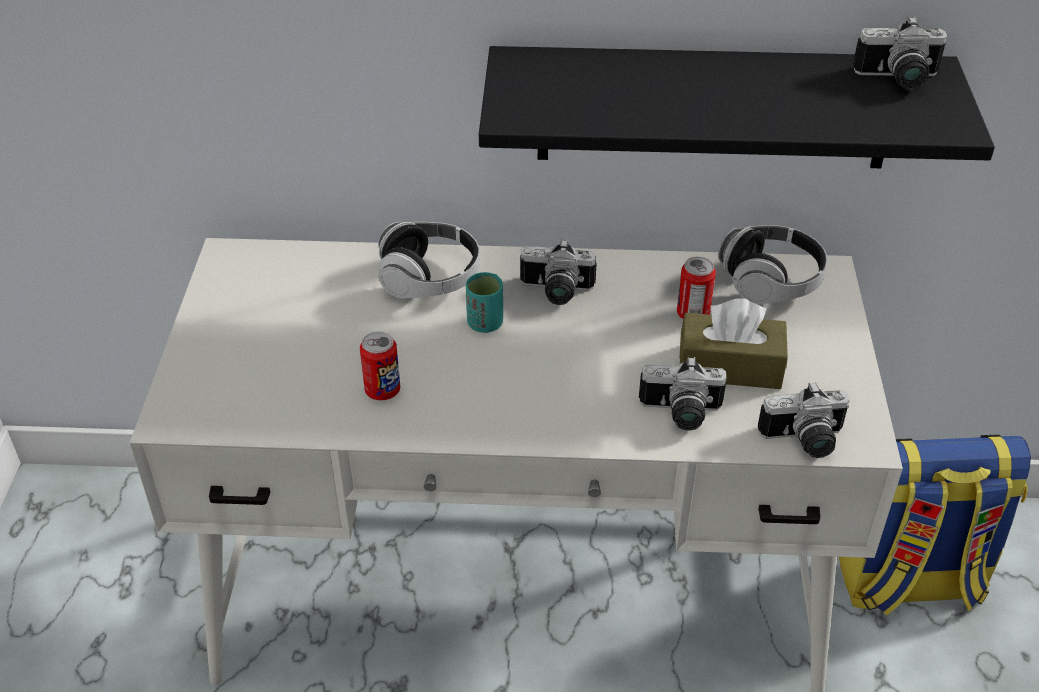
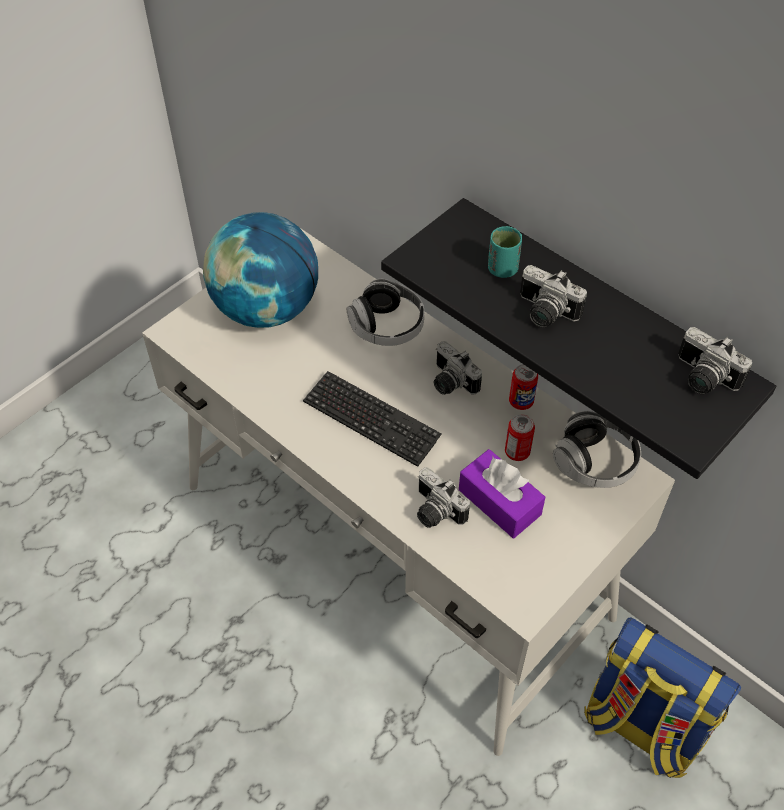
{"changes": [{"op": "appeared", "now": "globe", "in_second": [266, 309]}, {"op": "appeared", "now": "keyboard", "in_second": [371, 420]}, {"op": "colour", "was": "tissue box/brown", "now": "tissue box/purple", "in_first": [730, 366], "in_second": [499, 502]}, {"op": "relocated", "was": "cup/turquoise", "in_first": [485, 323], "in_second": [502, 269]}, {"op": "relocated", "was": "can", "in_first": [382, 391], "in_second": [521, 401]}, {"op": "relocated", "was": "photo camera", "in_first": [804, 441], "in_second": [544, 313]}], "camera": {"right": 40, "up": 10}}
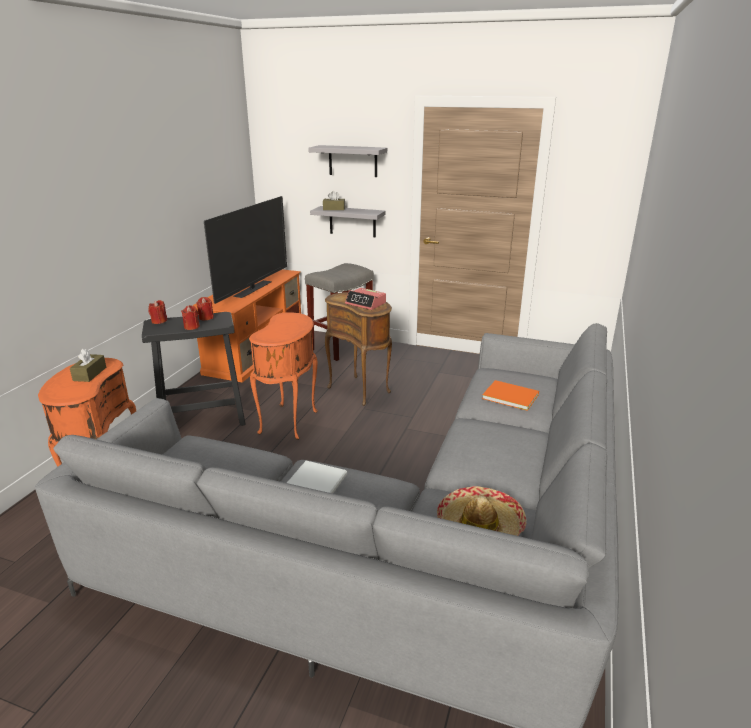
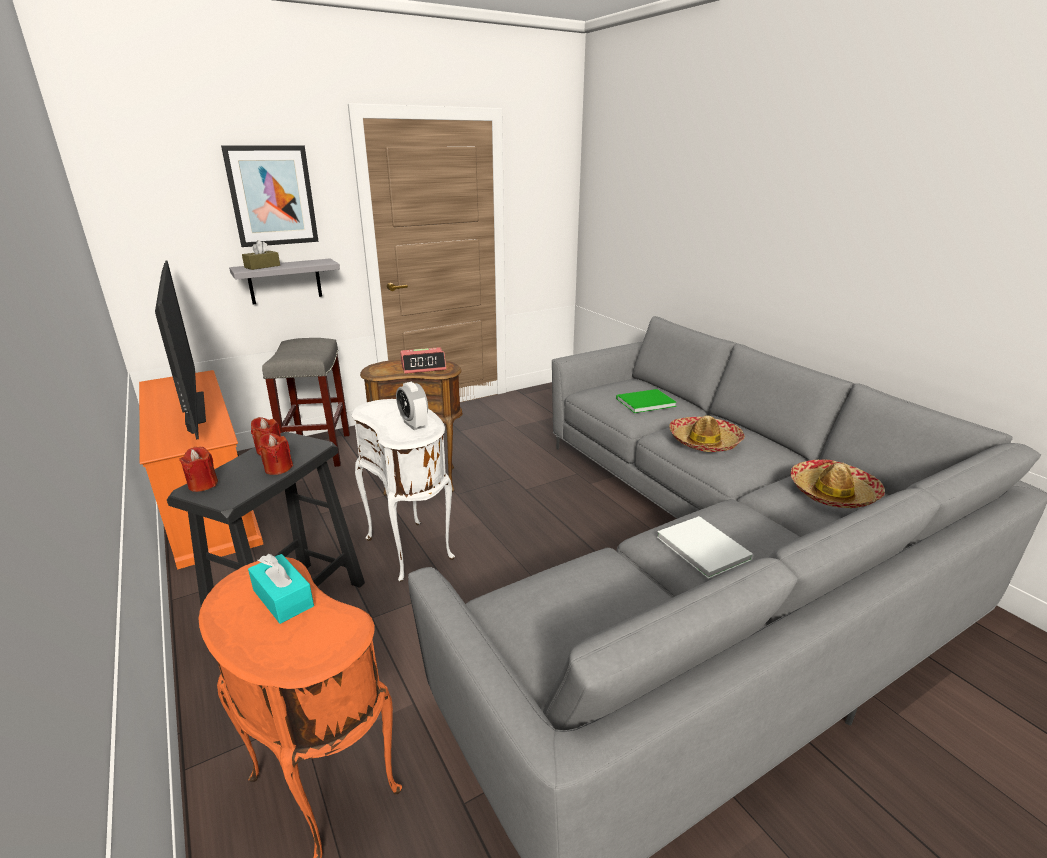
{"changes": [{"op": "exchanged", "was": "shelf/grey", "now": "picture", "in_first": [353, 161], "in_second": [272, 196]}, {"op": "colour", "was": "tissue box/brown", "now": "tissue box/turquoise", "in_first": [90, 374], "in_second": [283, 598]}, {"op": "colour", "was": "side table/orange", "now": "side table/white", "in_first": [291, 422], "in_second": [412, 548]}, {"op": "appeared", "now": "alarm clock", "in_second": [414, 424]}, {"op": "colour", "was": "book/orange", "now": "book/green", "in_first": [509, 395], "in_second": [643, 402]}, {"op": "appeared", "now": "hat", "in_second": [704, 442]}], "camera": {"right": -50, "up": 0}}
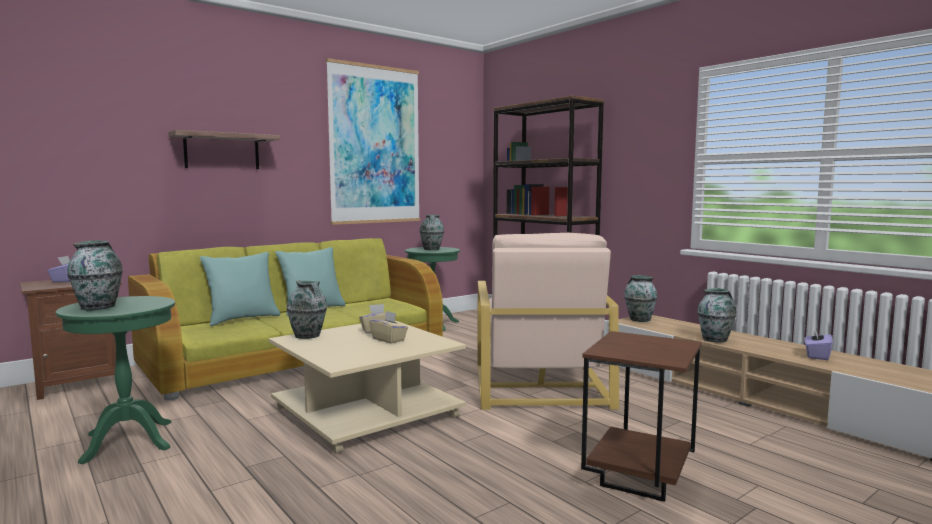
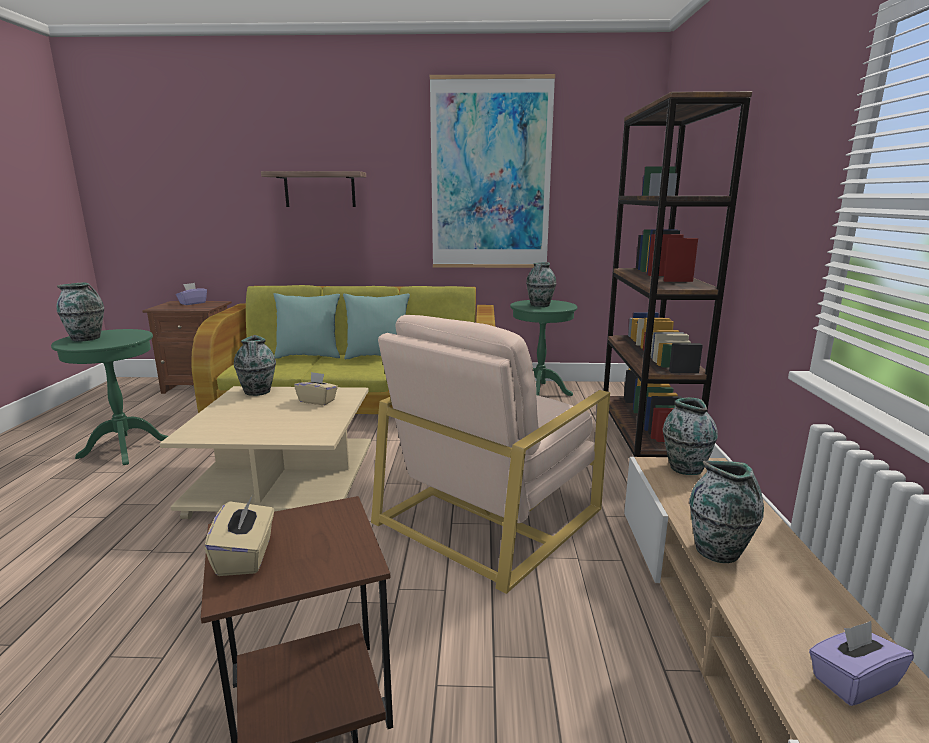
{"changes": [{"op": "relocated", "was": "tissue box/beige", "in_first": [389, 339], "in_second": [246, 556]}], "camera": {"right": 40, "up": 10}}
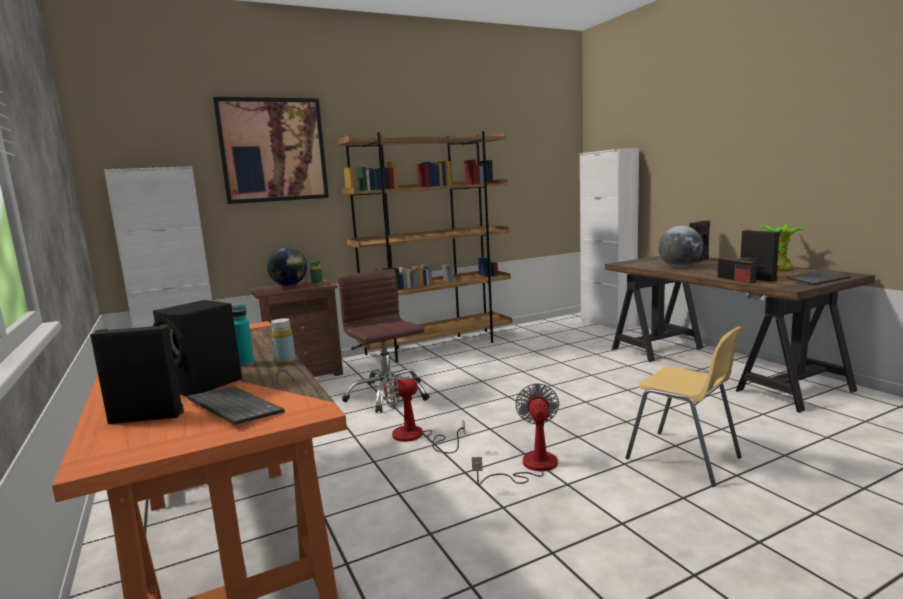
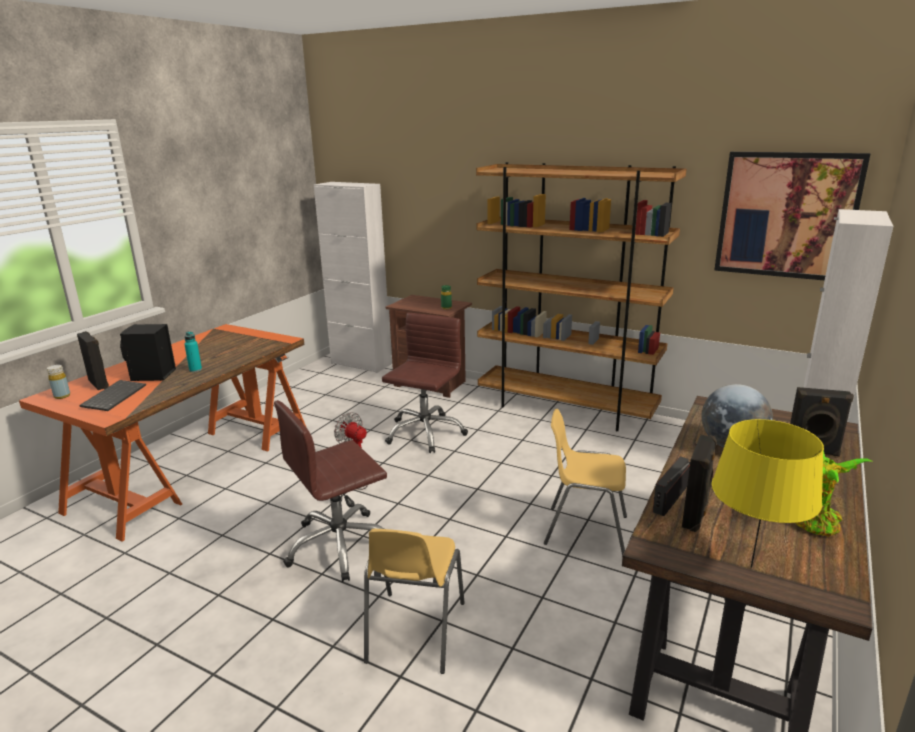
{"changes": [{"op": "relocated", "was": "bottle/yellow", "in_first": [285, 362], "in_second": [62, 396]}, {"op": "exchanged", "was": "fan", "now": "office chair/brown", "in_first": [529, 467], "in_second": [340, 546]}, {"op": "appeared", "now": "chair/yellow", "in_second": [585, 530]}, {"op": "exchanged", "was": "keyboard", "now": "table lamp/yellow", "in_first": [817, 279], "in_second": [751, 567]}, {"op": "relocated", "was": "picture", "in_first": [273, 150], "in_second": [786, 215]}, {"op": "missing", "was": "globe", "in_first": [289, 285]}], "camera": {"right": 55, "up": 10}}
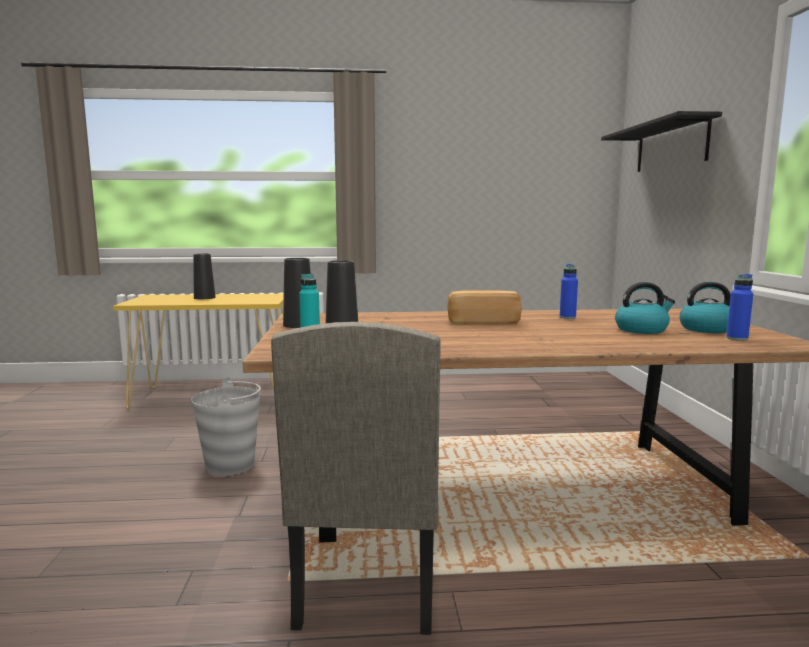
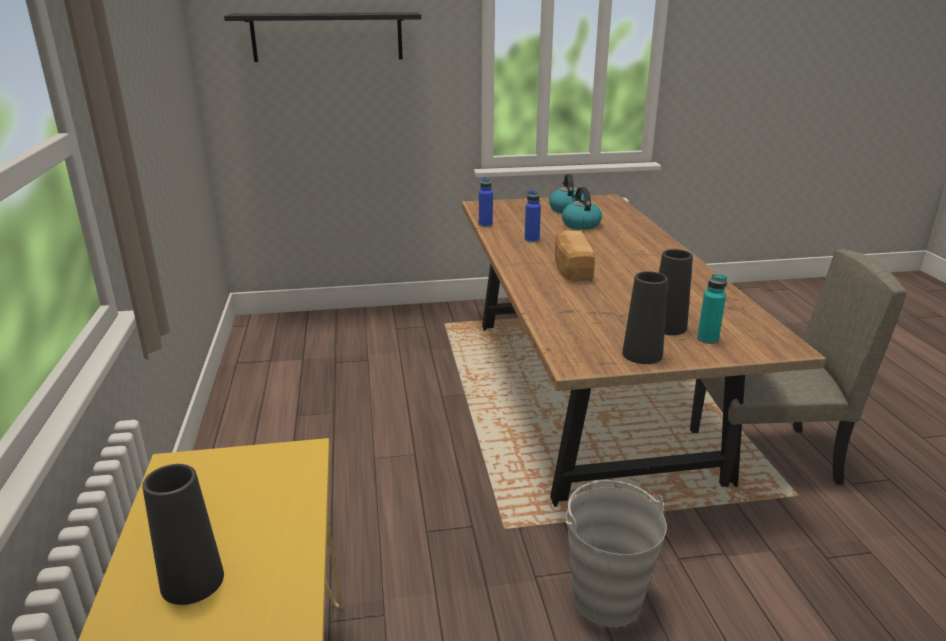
{"changes": [{"op": "relocated", "was": "bottle/blue", "in_first": [737, 338], "in_second": [485, 225]}], "camera": {"right": -95, "up": 15}}
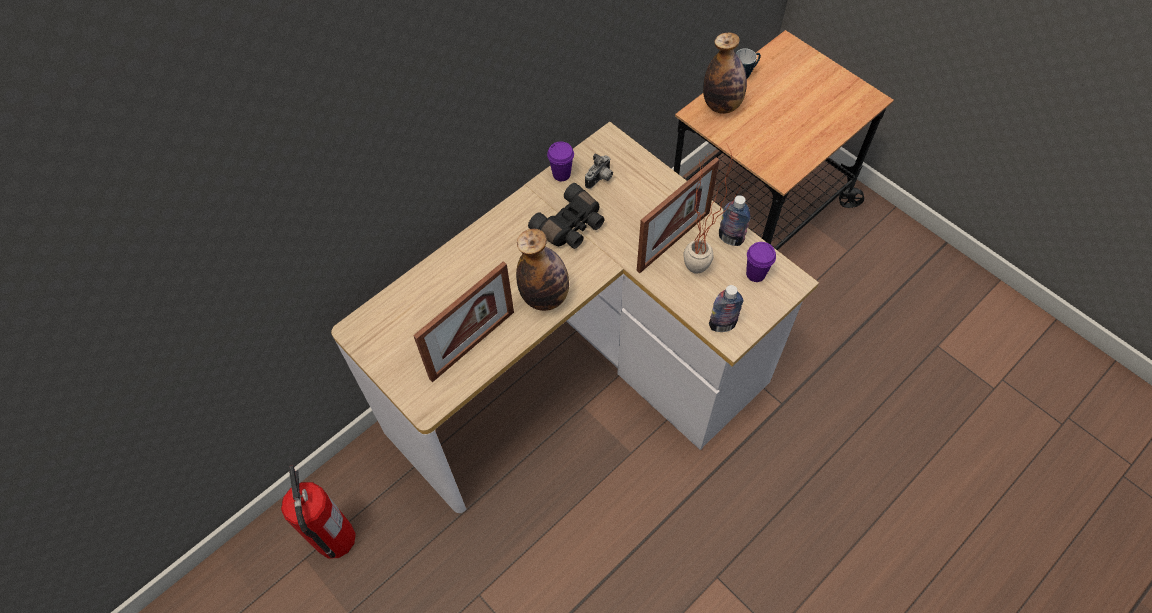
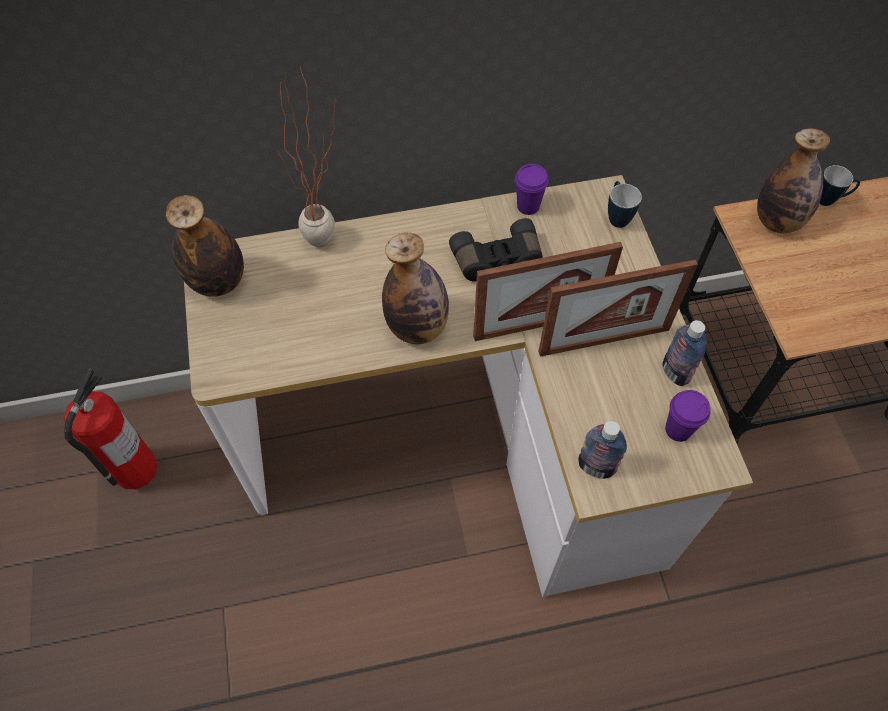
{"changes": [{"op": "appeared", "now": "bottle", "in_second": [218, 282]}, {"op": "relocated", "was": "potted plant", "in_first": [704, 266], "in_second": [330, 244]}, {"op": "relocated", "was": "picture frame", "in_first": [472, 345], "in_second": [538, 325]}, {"op": "appeared", "now": "mug", "in_second": [616, 216]}, {"op": "missing", "was": "photo camera", "in_first": [600, 179]}], "camera": {"right": 30, "up": 0}}
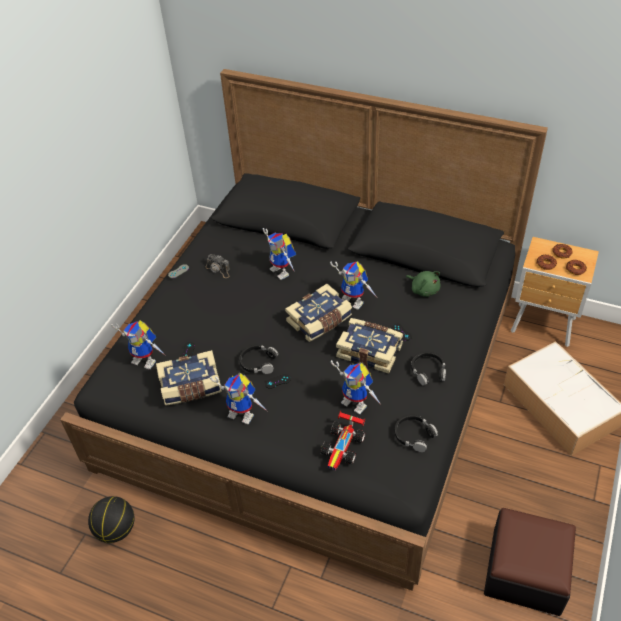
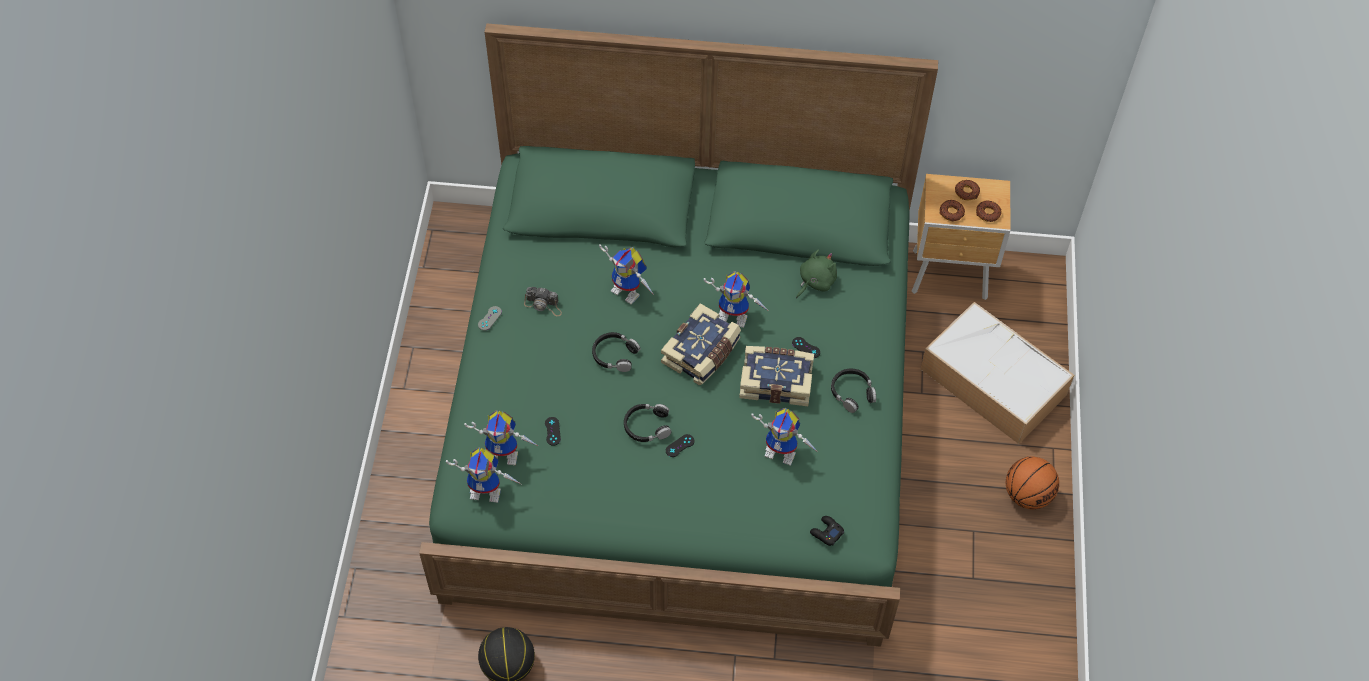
{"changes": [{"op": "colour", "was": "bed/black", "now": "bed/green", "in_first": [314, 378], "in_second": [683, 412]}, {"op": "relocated", "was": "toy robot", "in_first": [244, 413], "in_second": [488, 490]}, {"op": "relocated", "was": "headphones/black", "in_first": [414, 435], "in_second": [615, 355]}, {"op": "spun", "was": "plush toy/green", "in_first": [424, 289], "in_second": [815, 281], "clockwise": -75}, {"op": "appeared", "now": "game controller/black", "in_second": [826, 532]}, {"op": "appeared", "now": "basketball", "in_second": [1027, 495]}, {"op": "missing", "was": "book", "in_first": [191, 386]}, {"op": "missing", "was": "toy car", "in_first": [344, 446]}, {"op": "missing", "was": "ottoman", "in_first": [526, 571]}], "camera": {"right": -20, "up": 10}}
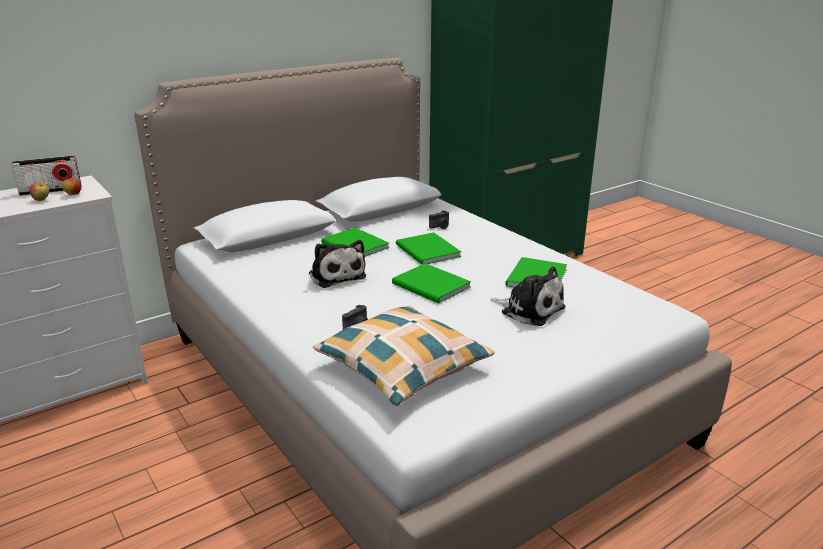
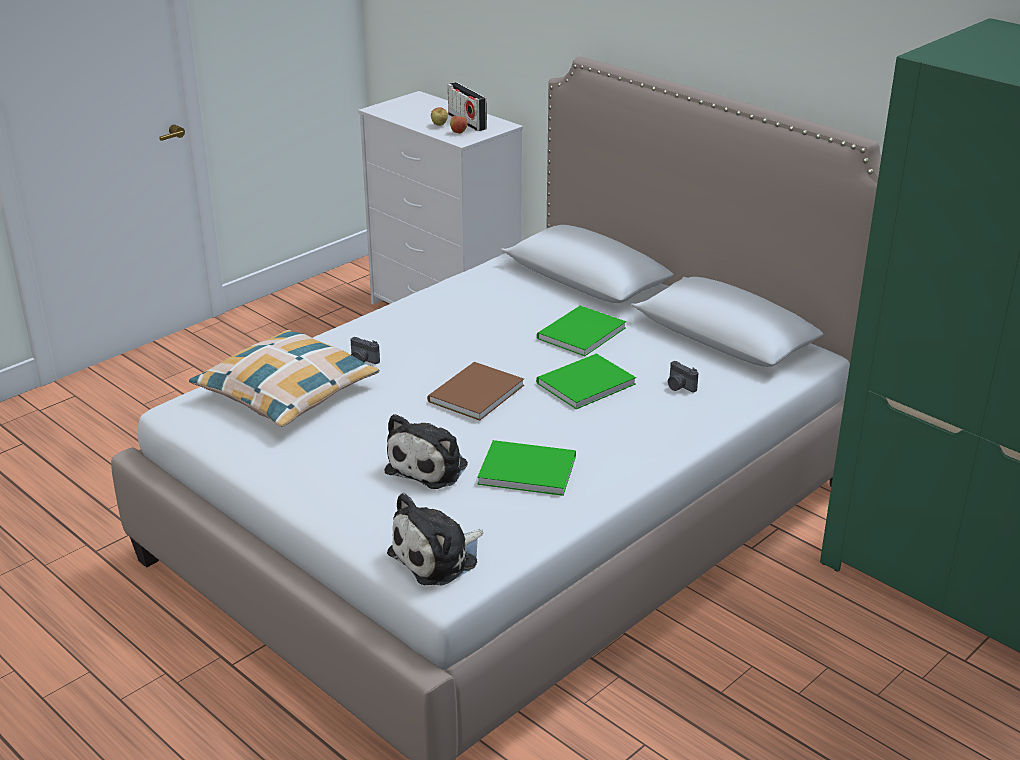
{"changes": [{"op": "relocated", "was": "plush toy", "in_first": [336, 275], "in_second": [438, 557]}, {"op": "colour", "was": "book/green", "now": "book/brown", "in_first": [431, 286], "in_second": [473, 394]}], "camera": {"right": 80, "up": 5}}
